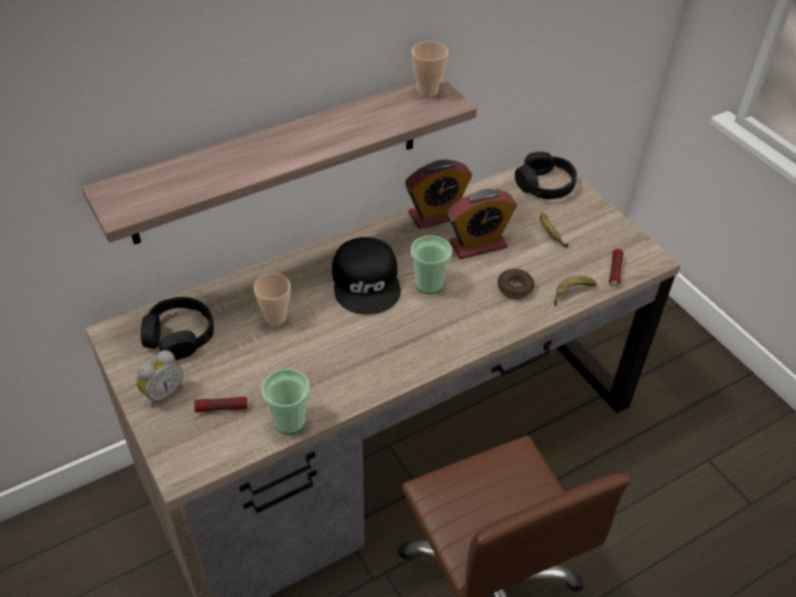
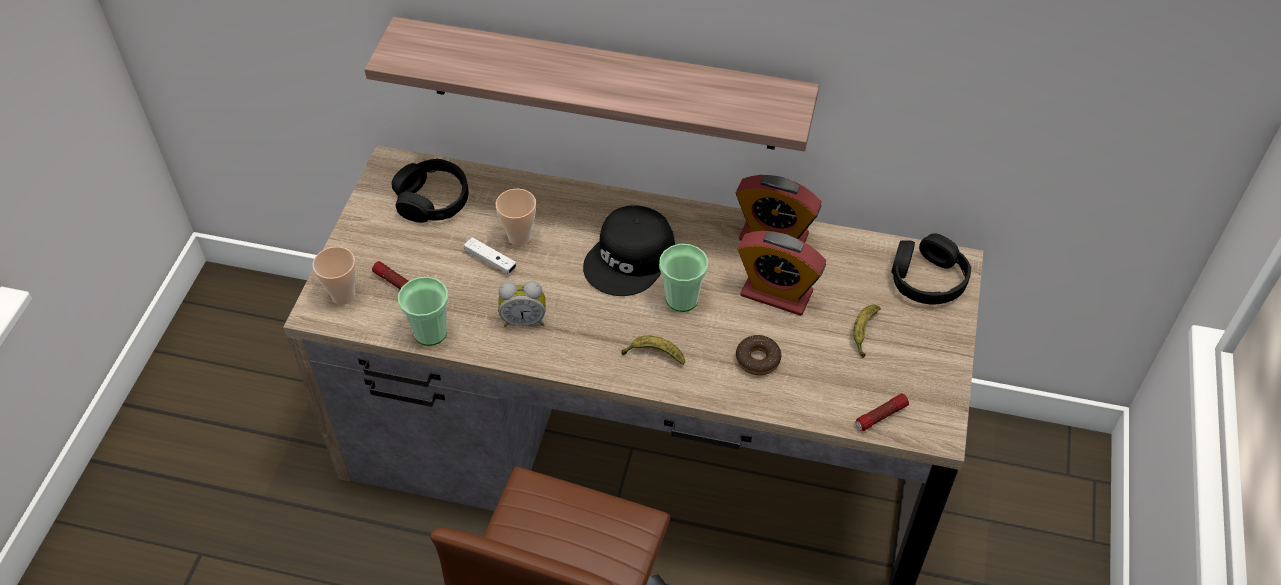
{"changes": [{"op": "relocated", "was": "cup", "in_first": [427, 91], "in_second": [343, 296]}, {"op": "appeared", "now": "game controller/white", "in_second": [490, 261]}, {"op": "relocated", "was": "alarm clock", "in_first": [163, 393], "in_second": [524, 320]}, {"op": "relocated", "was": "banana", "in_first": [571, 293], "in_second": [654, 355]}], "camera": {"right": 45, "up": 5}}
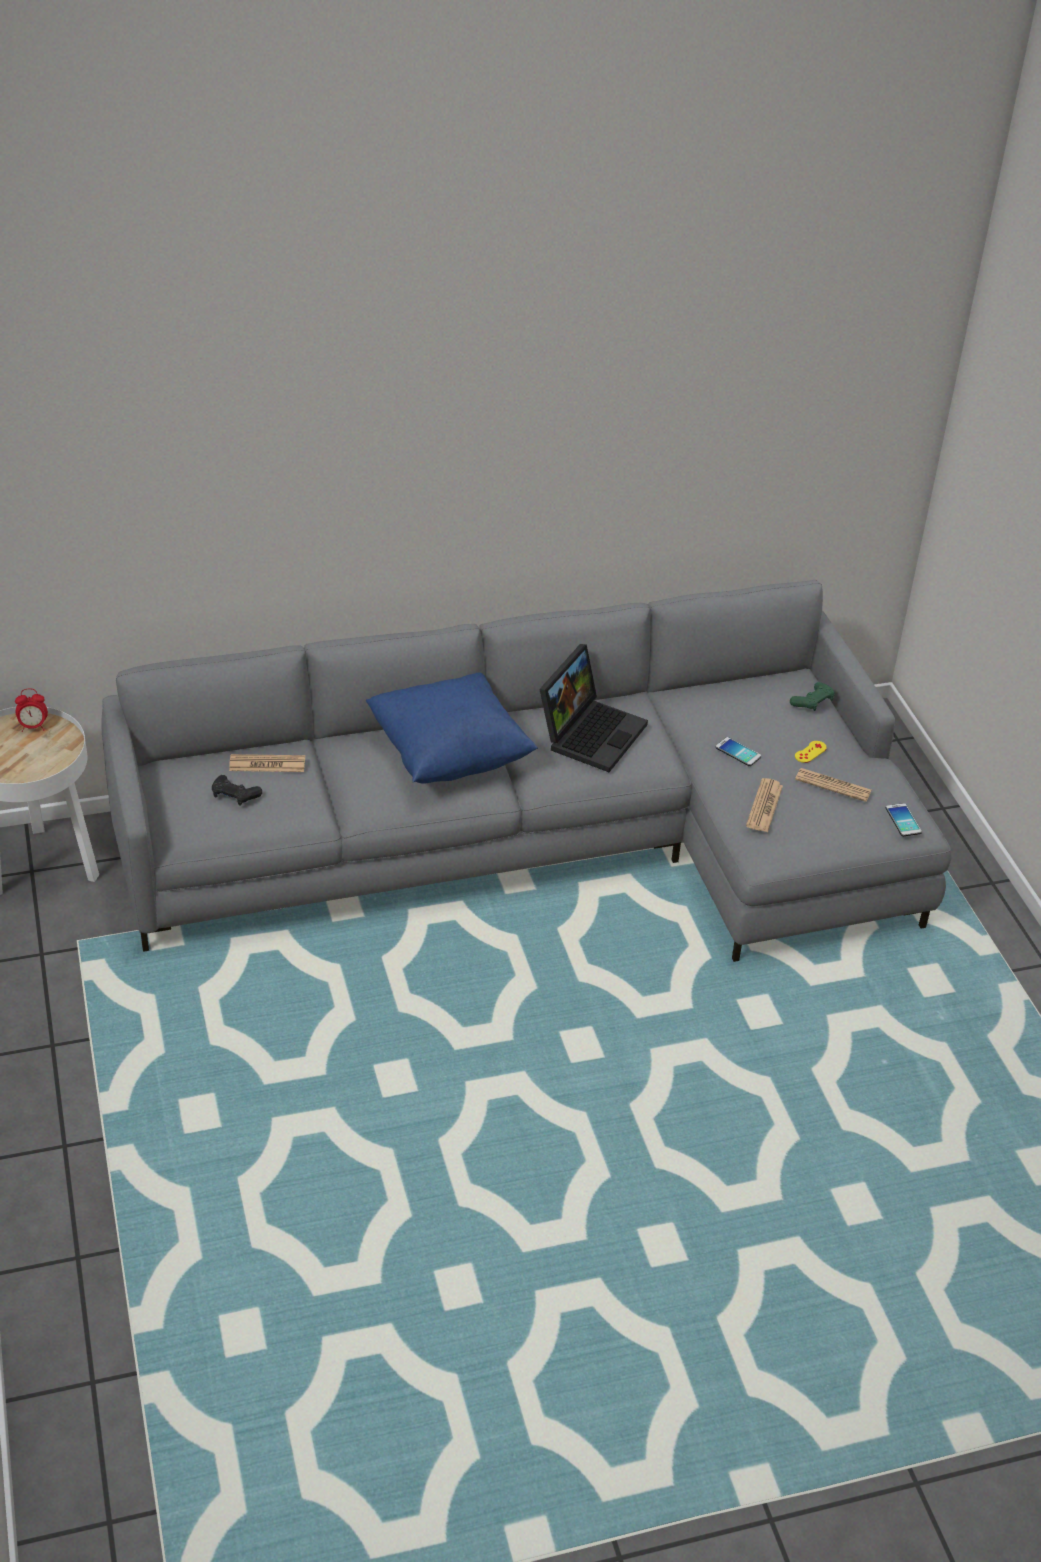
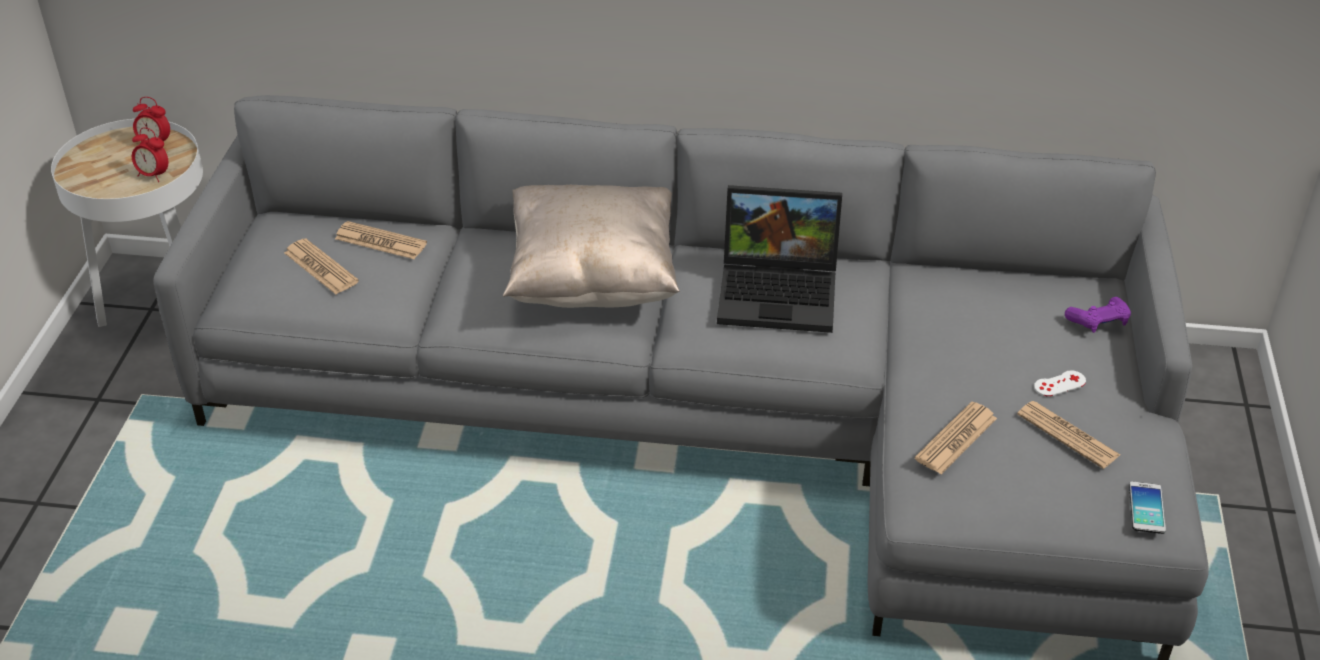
{"changes": [{"op": "appeared", "now": "alarm clock", "in_second": [154, 175]}, {"op": "exchanged", "was": "game controller/black", "now": "newspaper", "in_first": [235, 795], "in_second": [321, 267]}, {"op": "colour", "was": "pillow/blue", "now": "pillow/beige", "in_first": [449, 755], "in_second": [593, 280]}, {"op": "spun", "was": "laptop", "in_first": [591, 732], "in_second": [781, 292], "clockwise": 45}, {"op": "colour", "was": "game controller/yellow", "now": "game controller/white", "in_first": [810, 752], "in_second": [1059, 384]}, {"op": "colour", "was": "game controller/green", "now": "game controller/purple", "in_first": [812, 702], "in_second": [1098, 321]}, {"op": "missing", "was": "phone", "in_first": [738, 752]}], "camera": {"right": 25, "up": 0}}
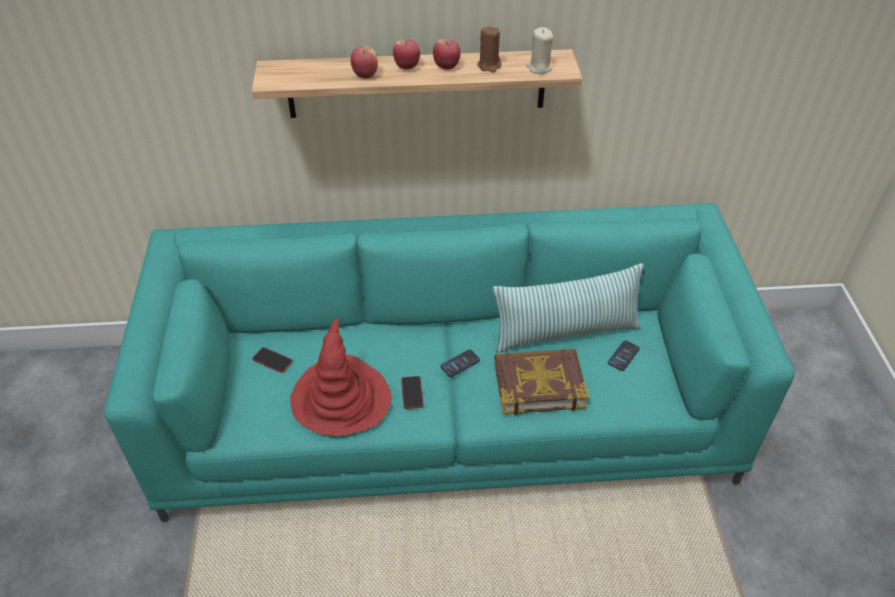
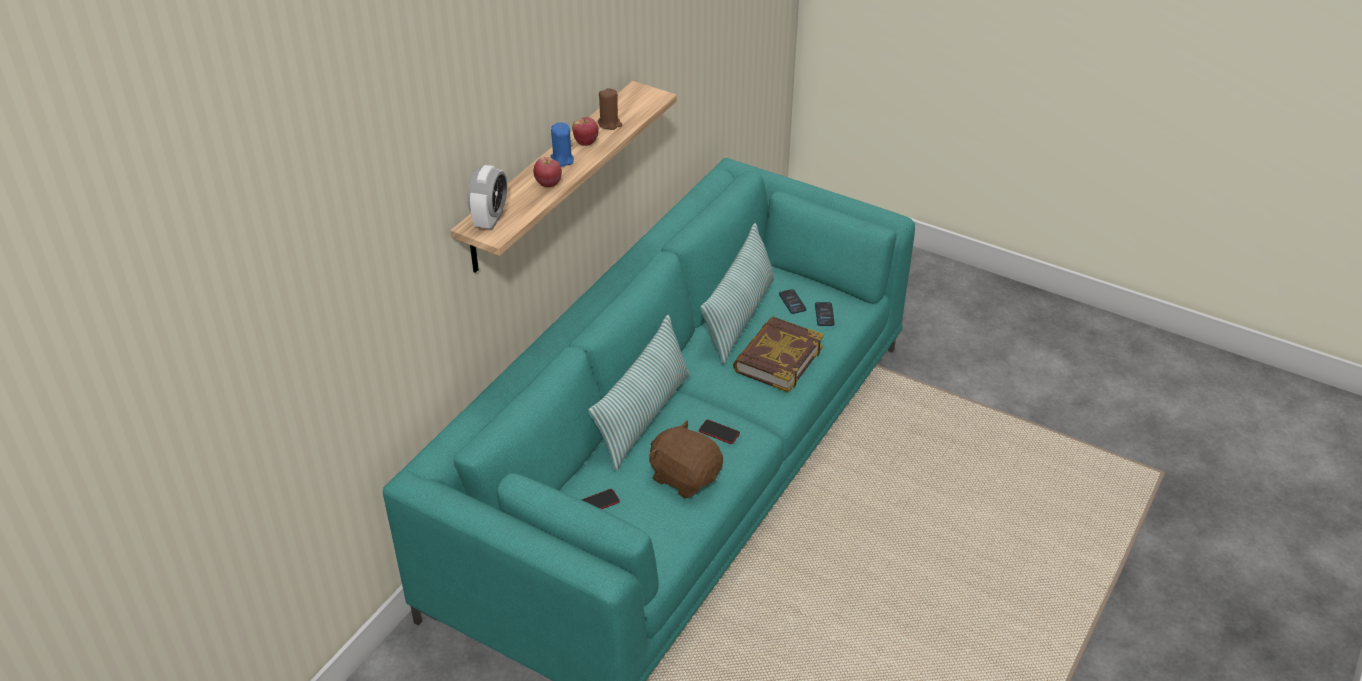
{"changes": [{"op": "appeared", "now": "alarm clock", "in_second": [490, 219]}, {"op": "exchanged", "was": "apple", "now": "candle/blue", "in_first": [407, 66], "in_second": [561, 160]}, {"op": "appeared", "now": "pillow", "in_second": [643, 417]}, {"op": "exchanged", "was": "hat/red", "now": "plush toy/brown", "in_first": [341, 398], "in_second": [685, 477]}, {"op": "relocated", "was": "phone", "in_first": [460, 363], "in_second": [824, 314]}, {"op": "missing", "was": "candle/beige", "in_first": [539, 68]}], "camera": {"right": -55, "up": -5}}
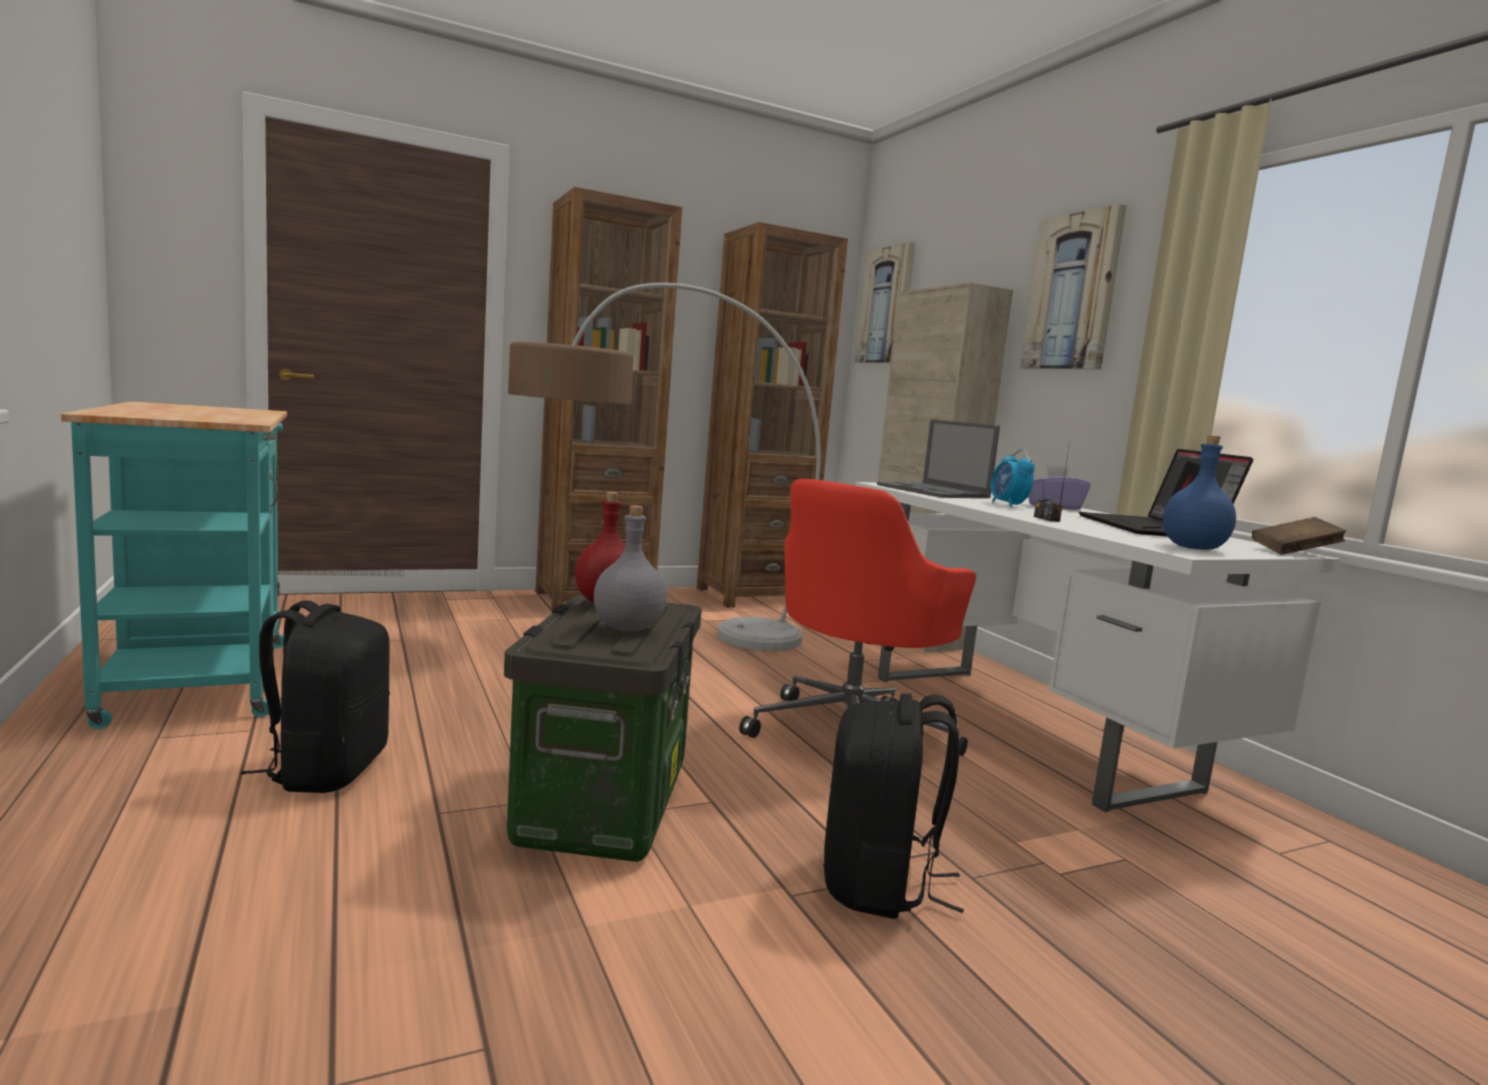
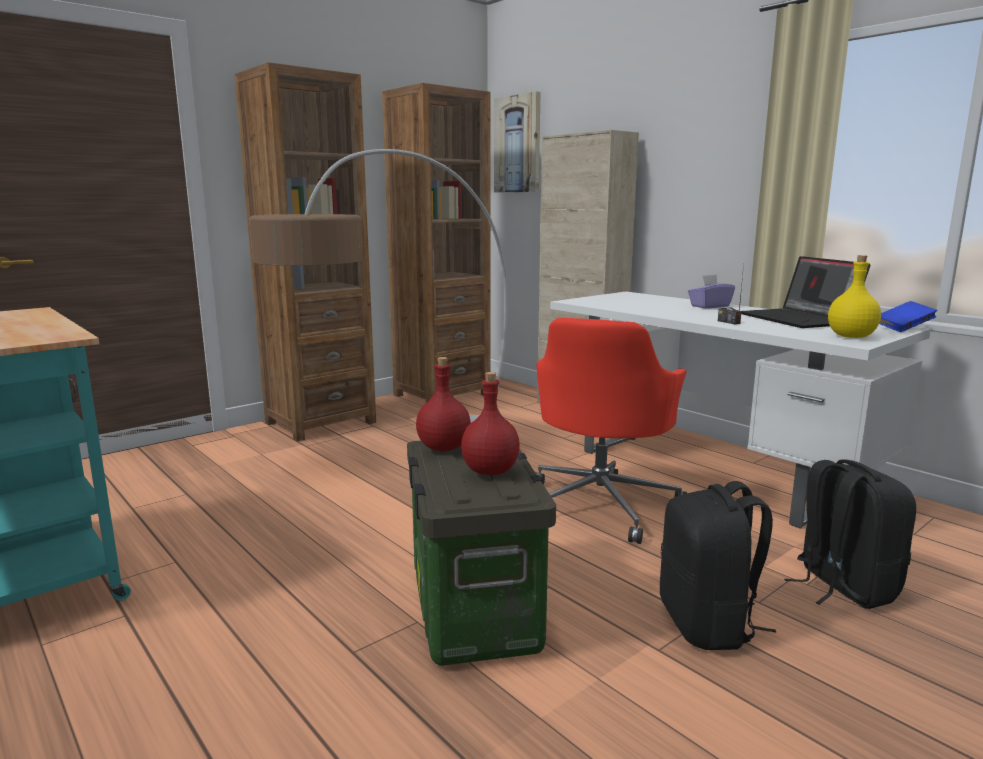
{"changes": [{"op": "colour", "was": "bottle/grey", "now": "bottle/red", "in_first": [629, 628], "in_second": [491, 470]}, {"op": "relocated", "was": "backpack/black", "in_first": [326, 770], "in_second": [842, 586]}, {"op": "colour", "was": "bottle/blue", "now": "bottle/yellow", "in_first": [1193, 548], "in_second": [851, 337]}, {"op": "colour", "was": "book/brown", "now": "book/blue", "in_first": [1294, 553], "in_second": [903, 328]}, {"op": "missing", "was": "laptop", "in_first": [933, 491]}, {"op": "missing", "was": "alarm clock", "in_first": [1008, 505]}, {"op": "missing", "was": "picture", "in_first": [1073, 292]}], "camera": {"right": -15, "up": 5}}
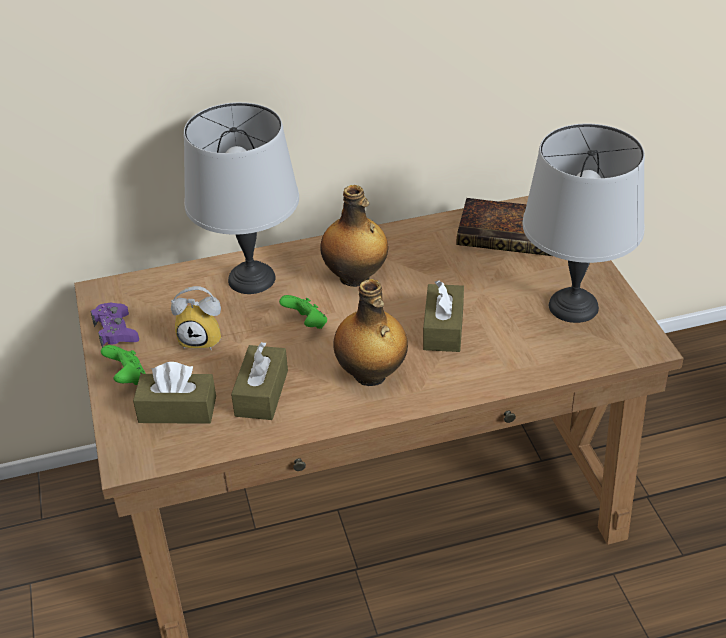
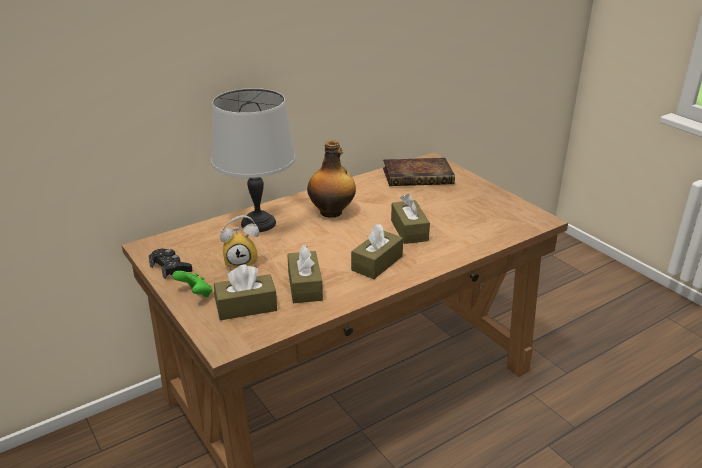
{"changes": [{"op": "colour", "was": "game controller/purple", "now": "game controller/black", "in_first": [115, 331], "in_second": [170, 268]}, {"op": "exchanged", "was": "bottle", "now": "tissue box/brown", "in_first": [371, 375], "in_second": [377, 263]}, {"op": "missing", "was": "game controller/green", "in_first": [306, 324]}, {"op": "missing", "was": "table lamp/grey", "in_first": [573, 307]}], "camera": {"right": -20, "up": -10}}
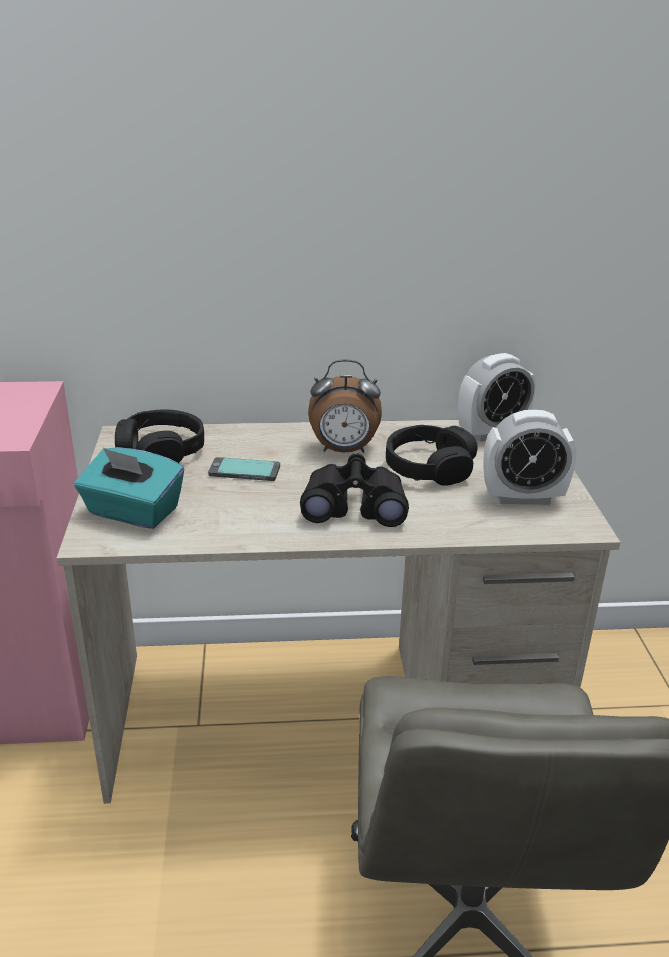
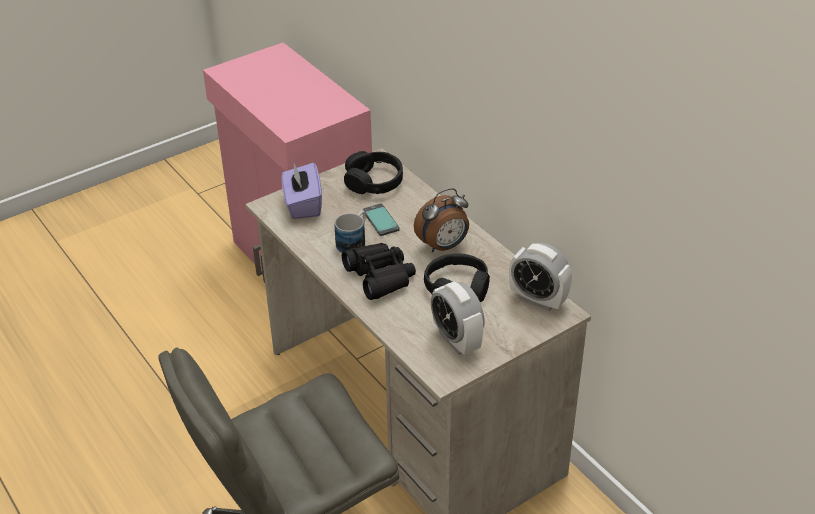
{"changes": [{"op": "colour", "was": "tissue box/turquoise", "now": "tissue box/purple", "in_first": [133, 512], "in_second": [303, 205]}, {"op": "appeared", "now": "mug", "in_second": [354, 242]}, {"op": "spun", "was": "alarm clock", "in_first": [343, 451], "in_second": [443, 246], "clockwise": -90}], "camera": {"right": 60, "up": 10}}
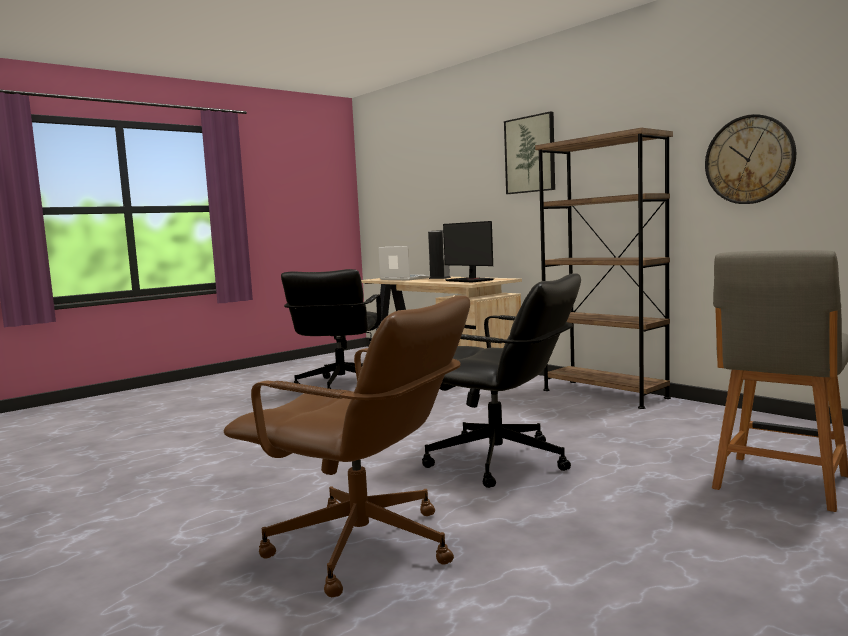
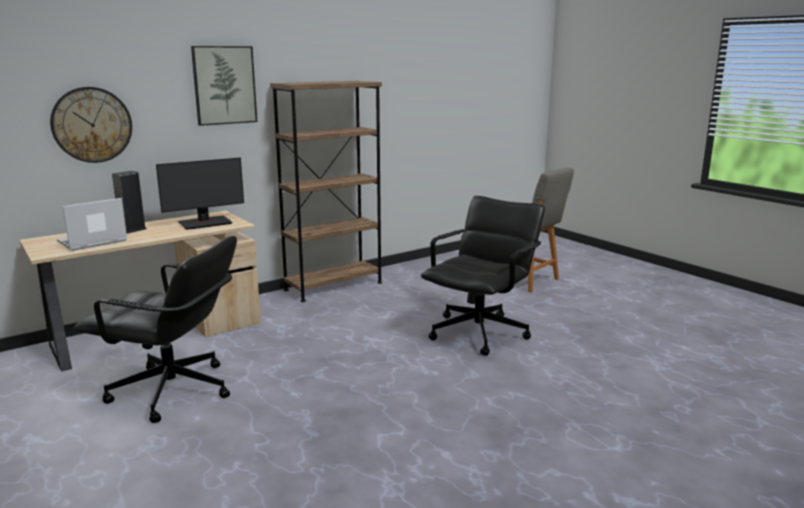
{"changes": [{"op": "relocated", "was": "wall clock", "in_first": [749, 160], "in_second": [92, 125]}, {"op": "missing", "was": "office chair/brown", "in_first": [363, 548]}], "camera": {"right": -85, "up": 10}}
